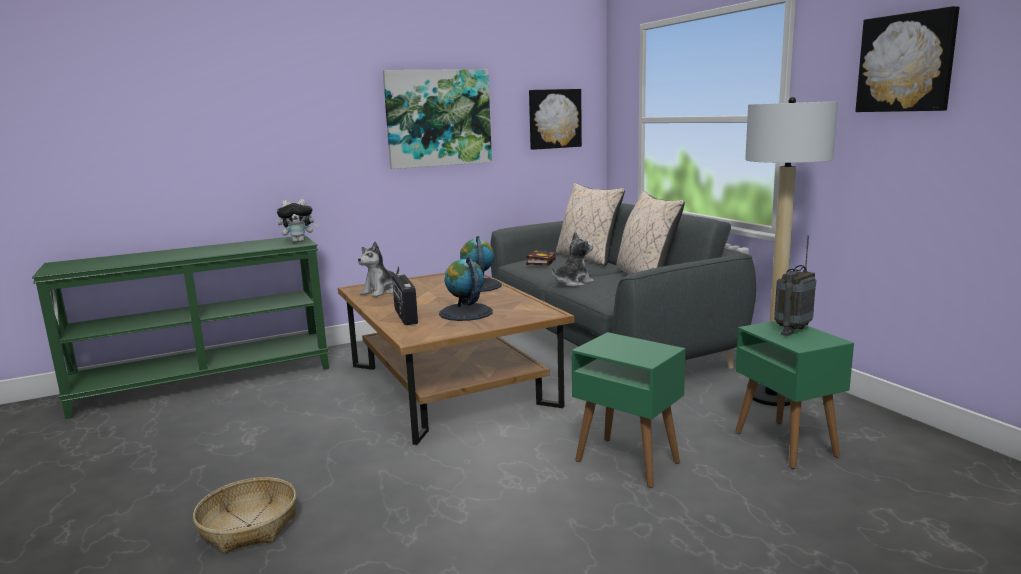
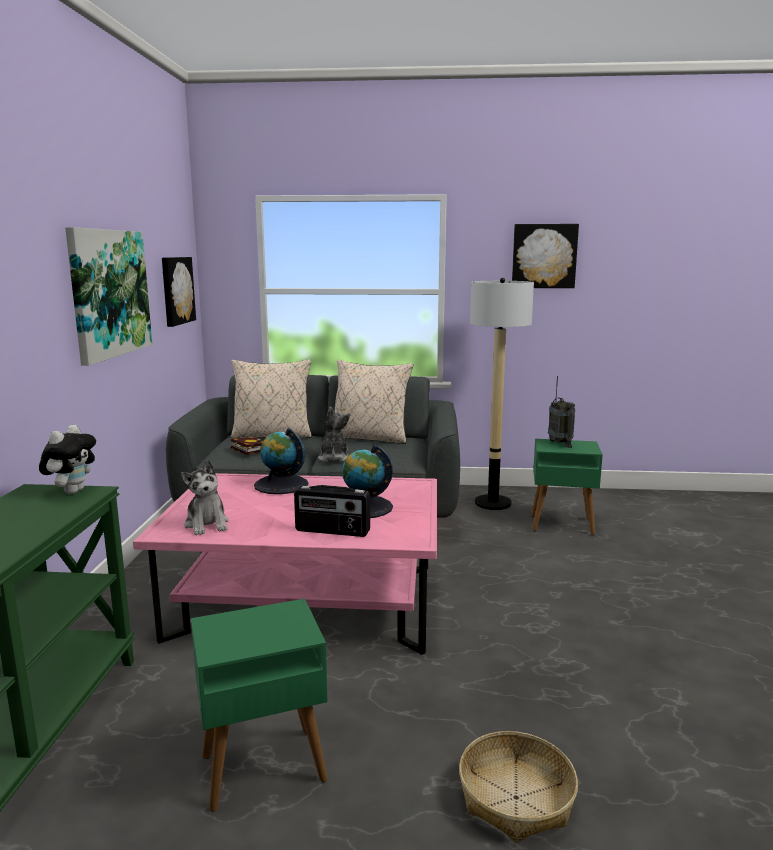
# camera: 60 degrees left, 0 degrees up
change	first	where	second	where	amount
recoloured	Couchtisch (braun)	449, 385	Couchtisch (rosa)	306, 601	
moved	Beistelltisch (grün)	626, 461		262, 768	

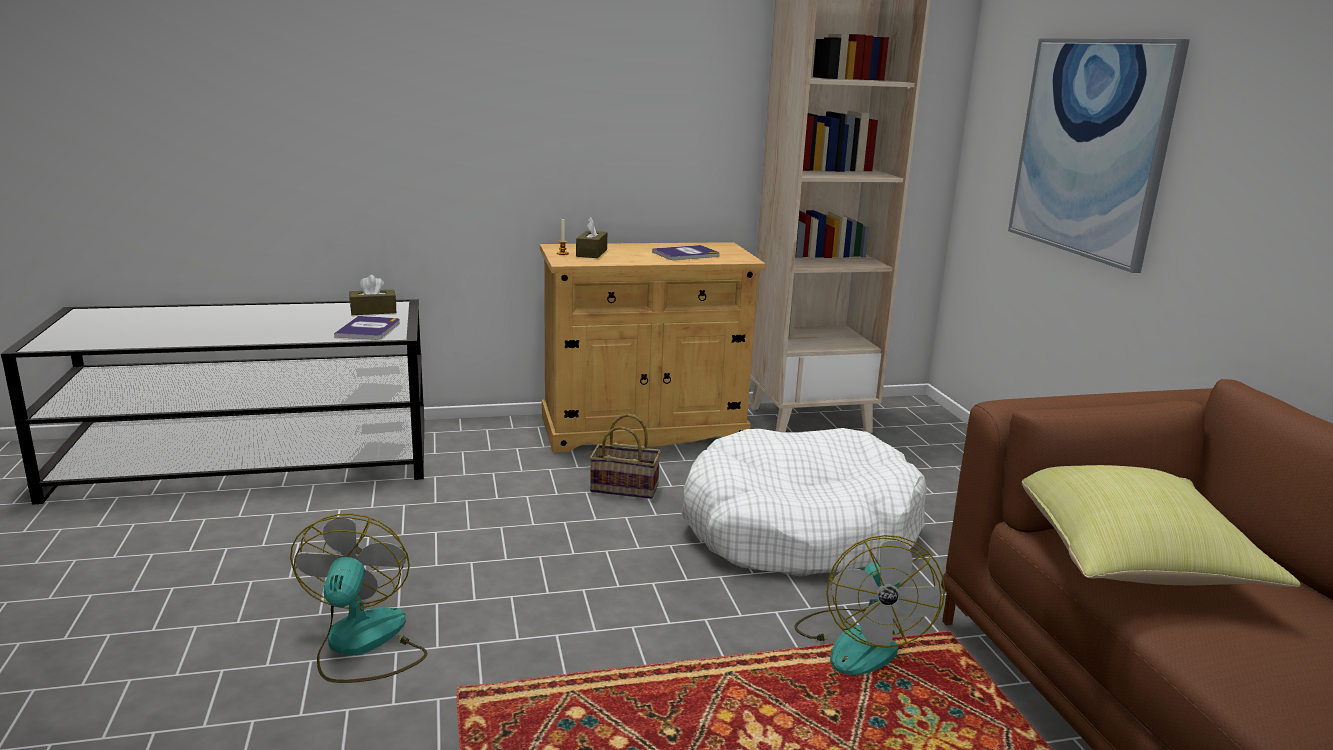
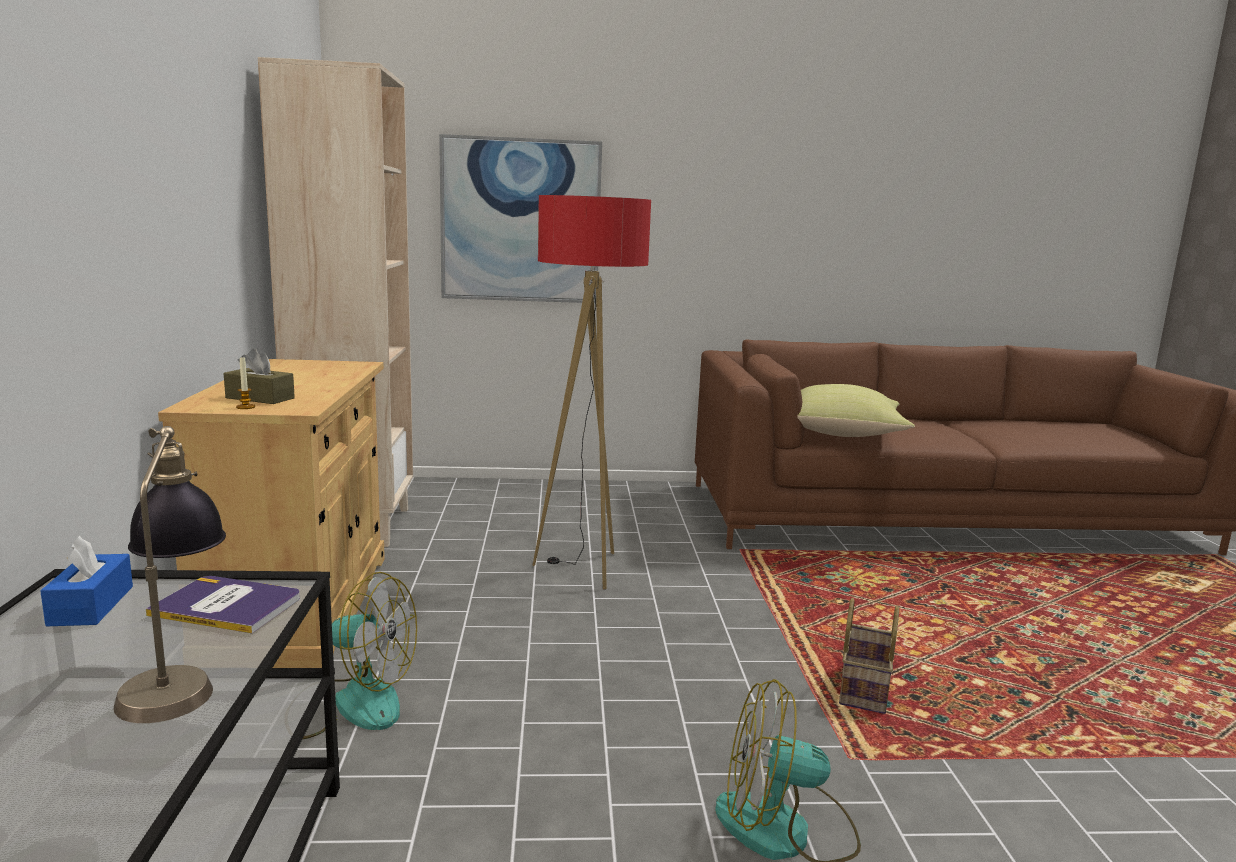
# camera: 80 degrees left, 5 degrees down
change	first	where	second	where	amount
removed	Buch	686, 254			
recoloured	Taschentuchbox (braun)	373, 311	Taschentuchbox (blau)	91, 605	
moved	Korb	626, 488		862, 687	
replaced	Hundebett (weiß)	799, 529	Stehlampe	583, 569	
moved	Ventilator	859, 642		351, 703	
added			Tischlampe	177, 676	

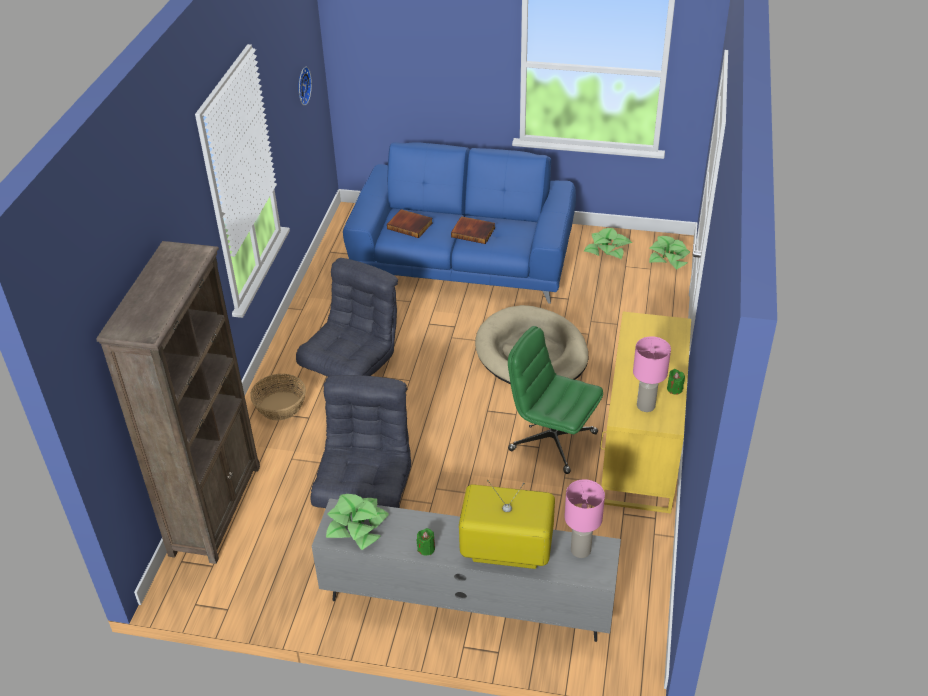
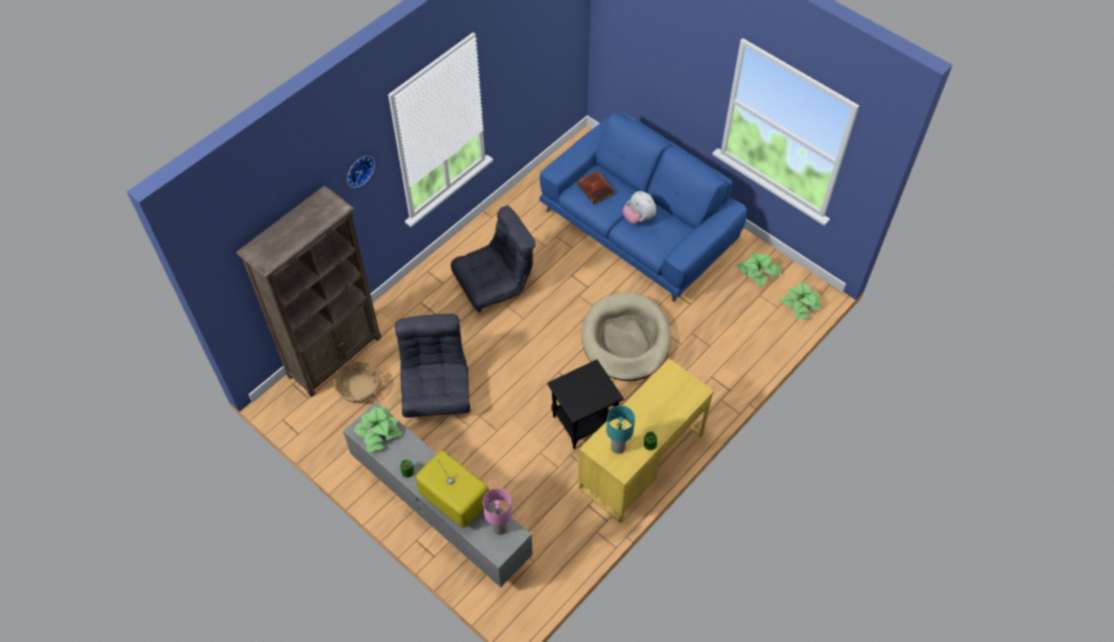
# camera: 30 degrees right, 15 degrees up
change	first	where	second	where	amount
moved	Wanduhr	302, 85		358, 170	
replaced	Buch	473, 232	Plüschtier	638, 218	
replaced	Bürostuhl (grün)	551, 441	Beistelltisch (schwarz)	584, 421	
recoloured	Tischlampe (rosa)	645, 406	Tischlampe (türkis)	617, 447	
moved	Korb	280, 406		359, 388	
turned	Sessel (grau)	366, 487		436, 391	45 degrees counterclockwise

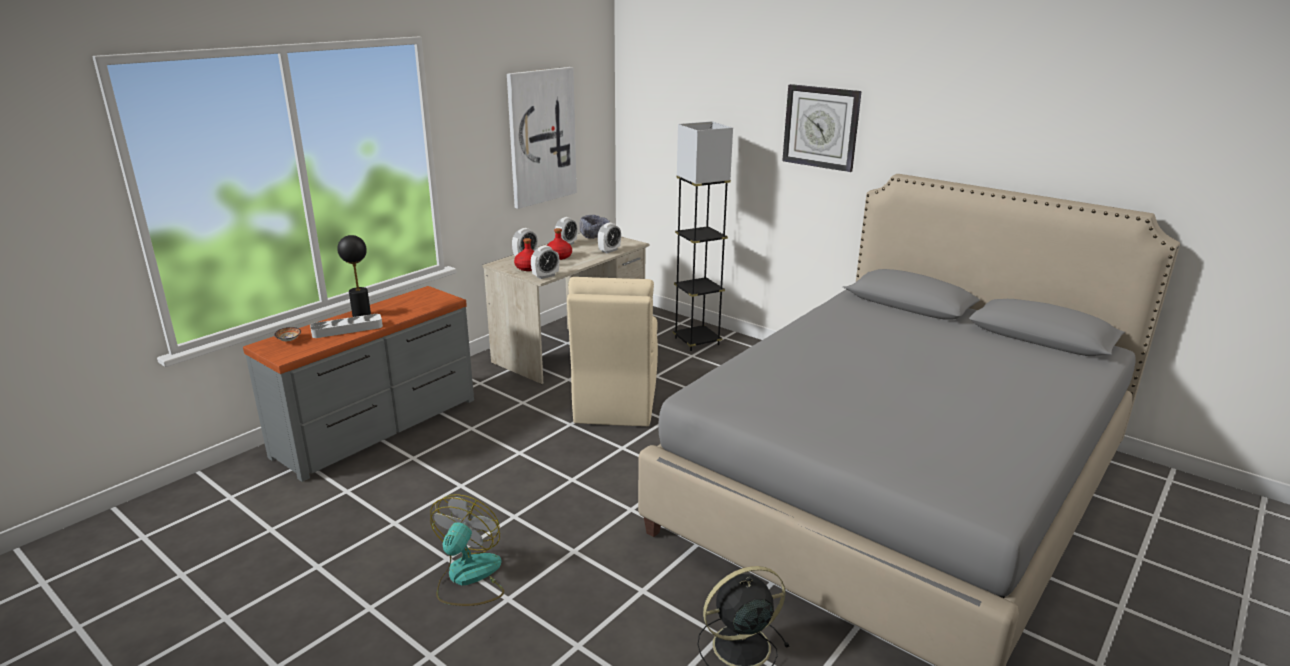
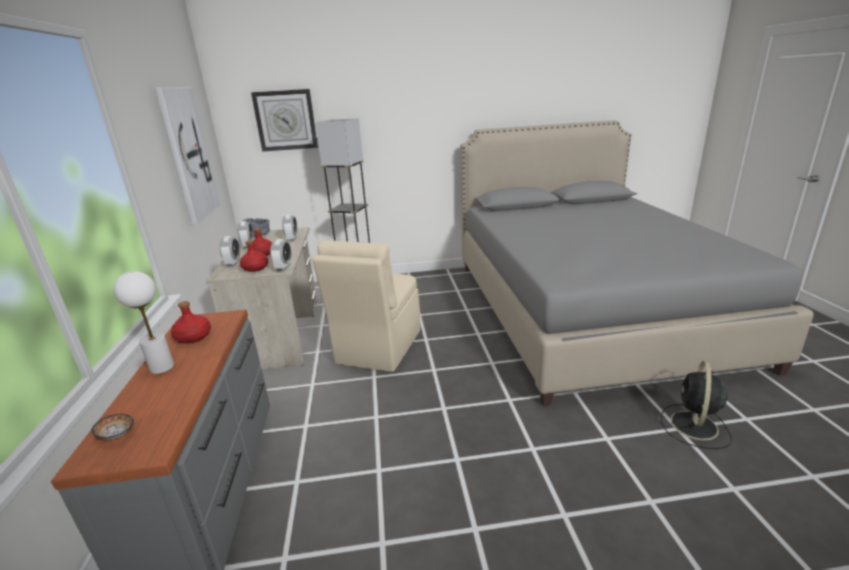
# camera: 45 degrees left, 0 degrees up
change	first	where	second	where	amount
moved	Wanduhr	821, 127		285, 120	
recoloured	Tischlampe (schwarz)	361, 315	Tischlampe (weiß)	161, 367	
turned	Stuhl (beige)	615, 403		378, 348	60 degrees clockwise
removed	Tablett (grau)	347, 329			
removed	Ventilator	468, 578			
added			Flasche (rot)	194, 337	

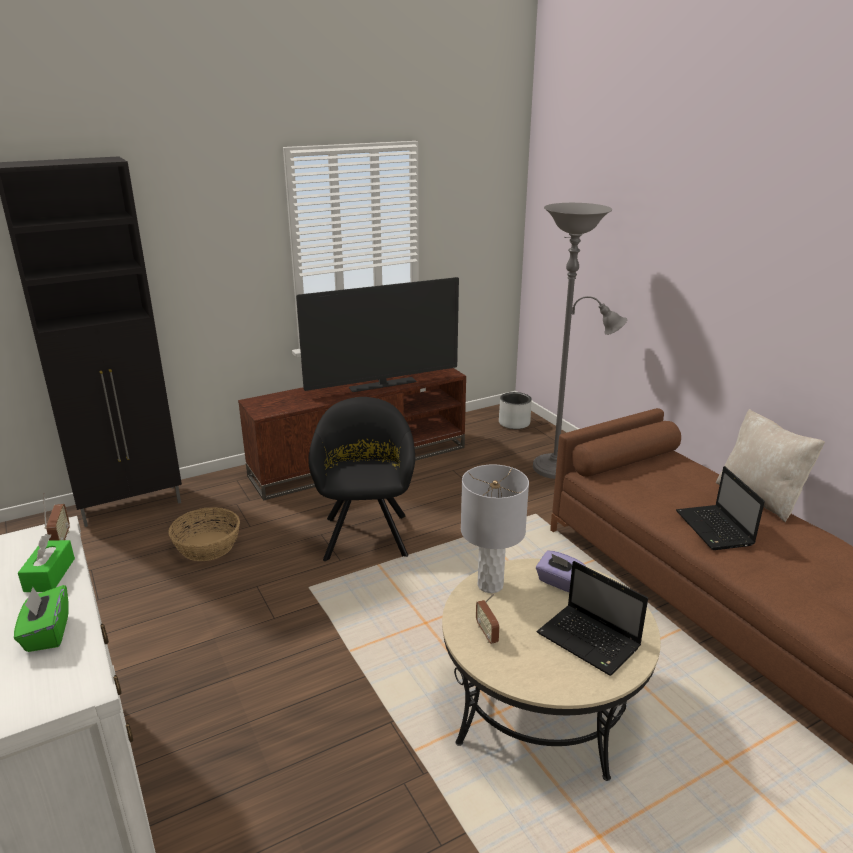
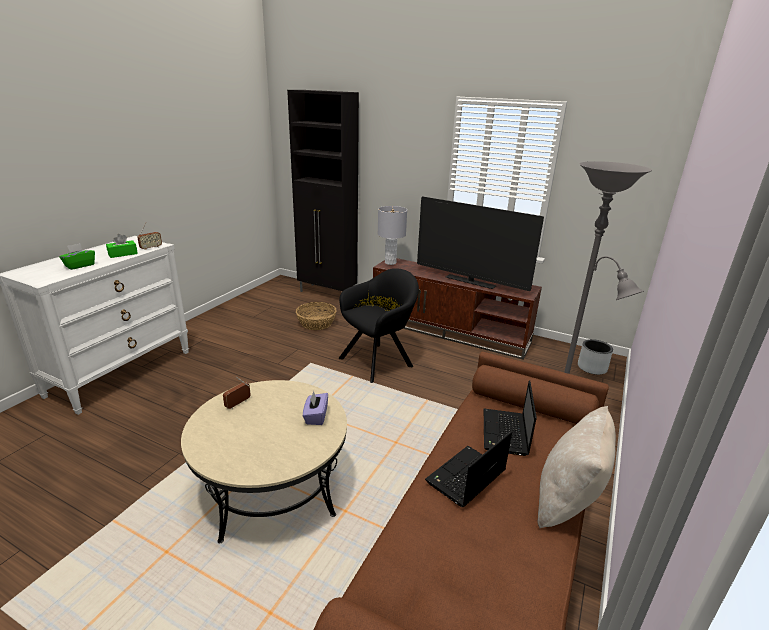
# camera: 55 degrees right, 0 degrees up
change	first	where	second	where	amount
moved	Tischlampe (grau)	490, 585		390, 263	
moved	Laptop	590, 641		505, 433	

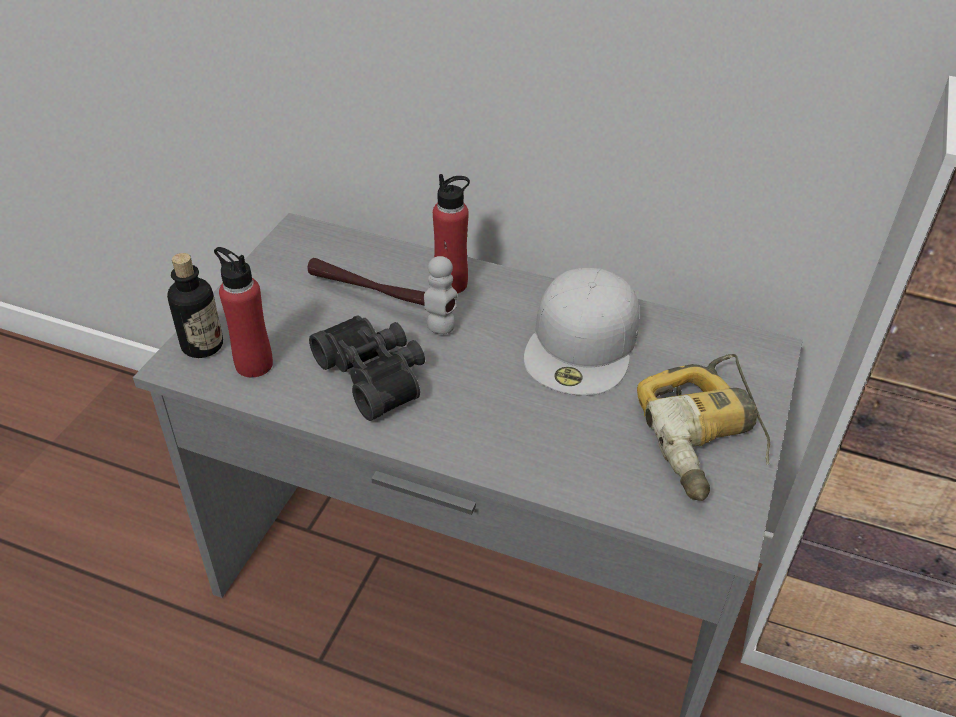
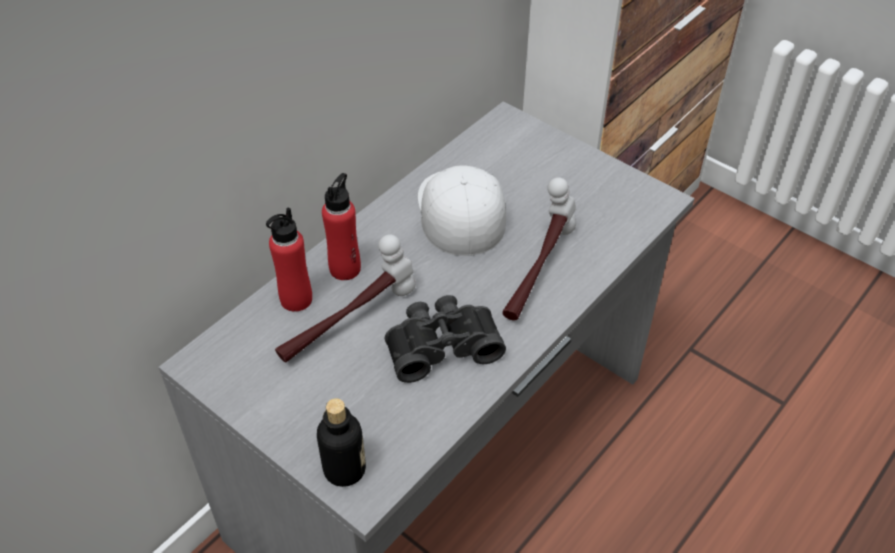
# camera: 70 degrees left, 5 degrees up
change	first	where	second	where	amount
moved	Flasche (rot)	254, 364		296, 299	
turned	Kappe (weiß)	583, 344		460, 210	135 degrees counterclockwise
removed	Bohrmaschine	706, 437			
added			Hammer	538, 269	

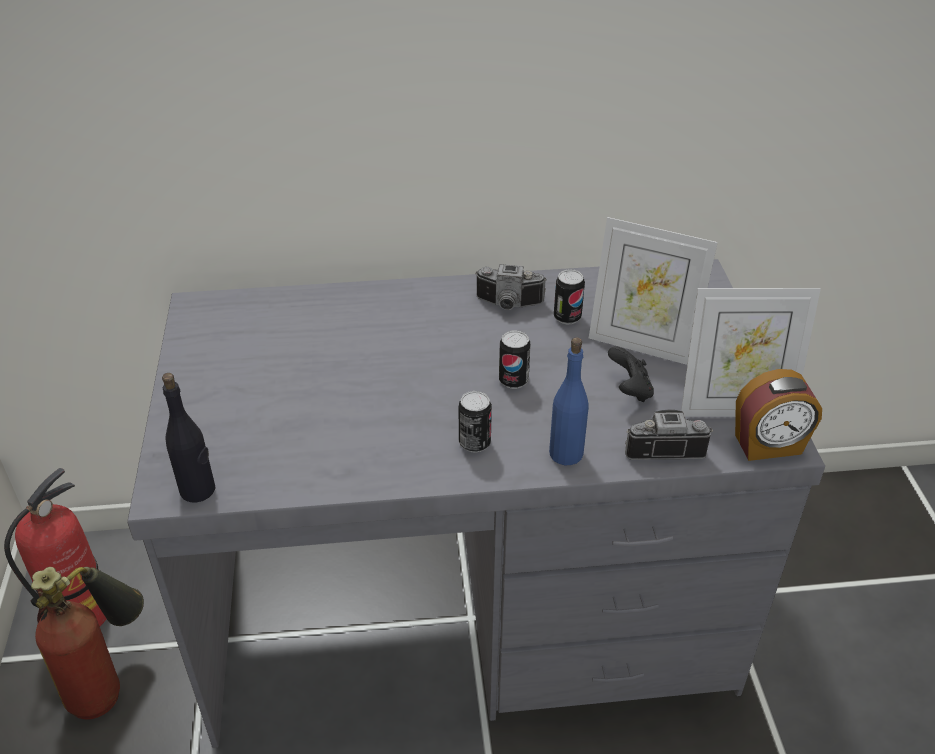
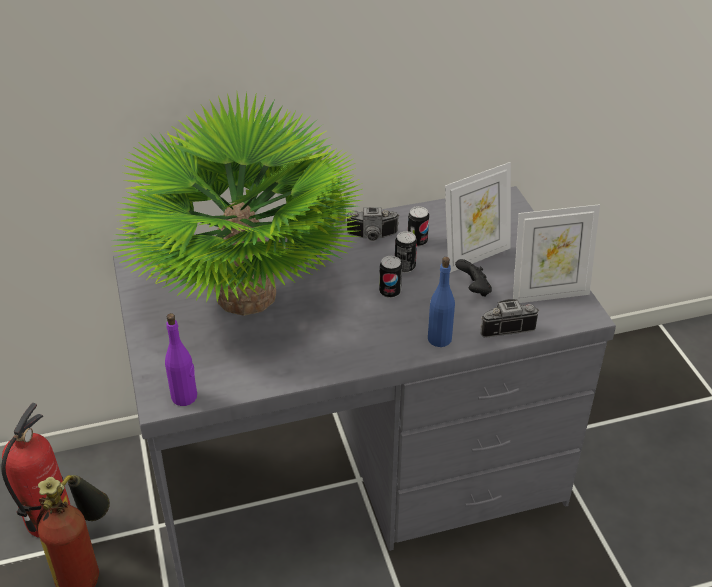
# camera: 10 degrees left, 0 degrees up
change	first	where	second	where	amount
turned	Bilderrahmen	641, 345		475, 256	45 degrees counterclockwise
removed	Wecker	768, 446			
recoloured	Flasche (schwarz)	198, 490	Flasche (lila)	184, 397	
moved	Dose	474, 443		405, 267	
added			Topfpflanze	245, 295	

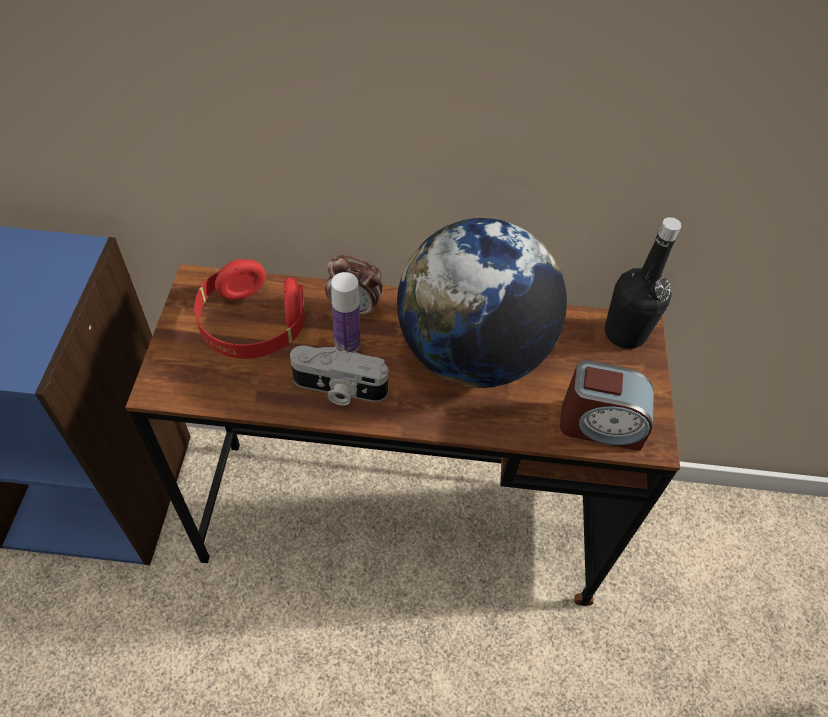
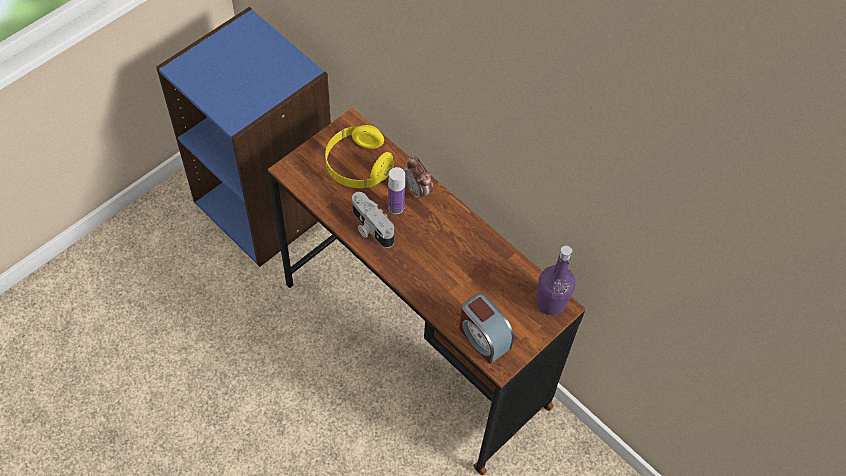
# camera: 40 degrees right, 5 degrees up
change	first	where	second	where	amount
recoloured	Flasche (schwarz)	625, 333	Flasche (lila)	550, 303	
removed	Globus	472, 354			
recoloured	Kopfhörer (rot)	252, 326	Kopfhörer (gelb)	358, 166	

